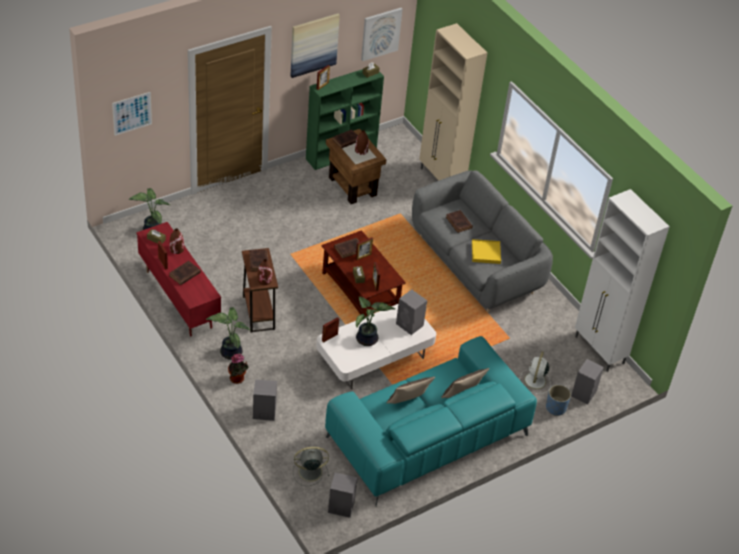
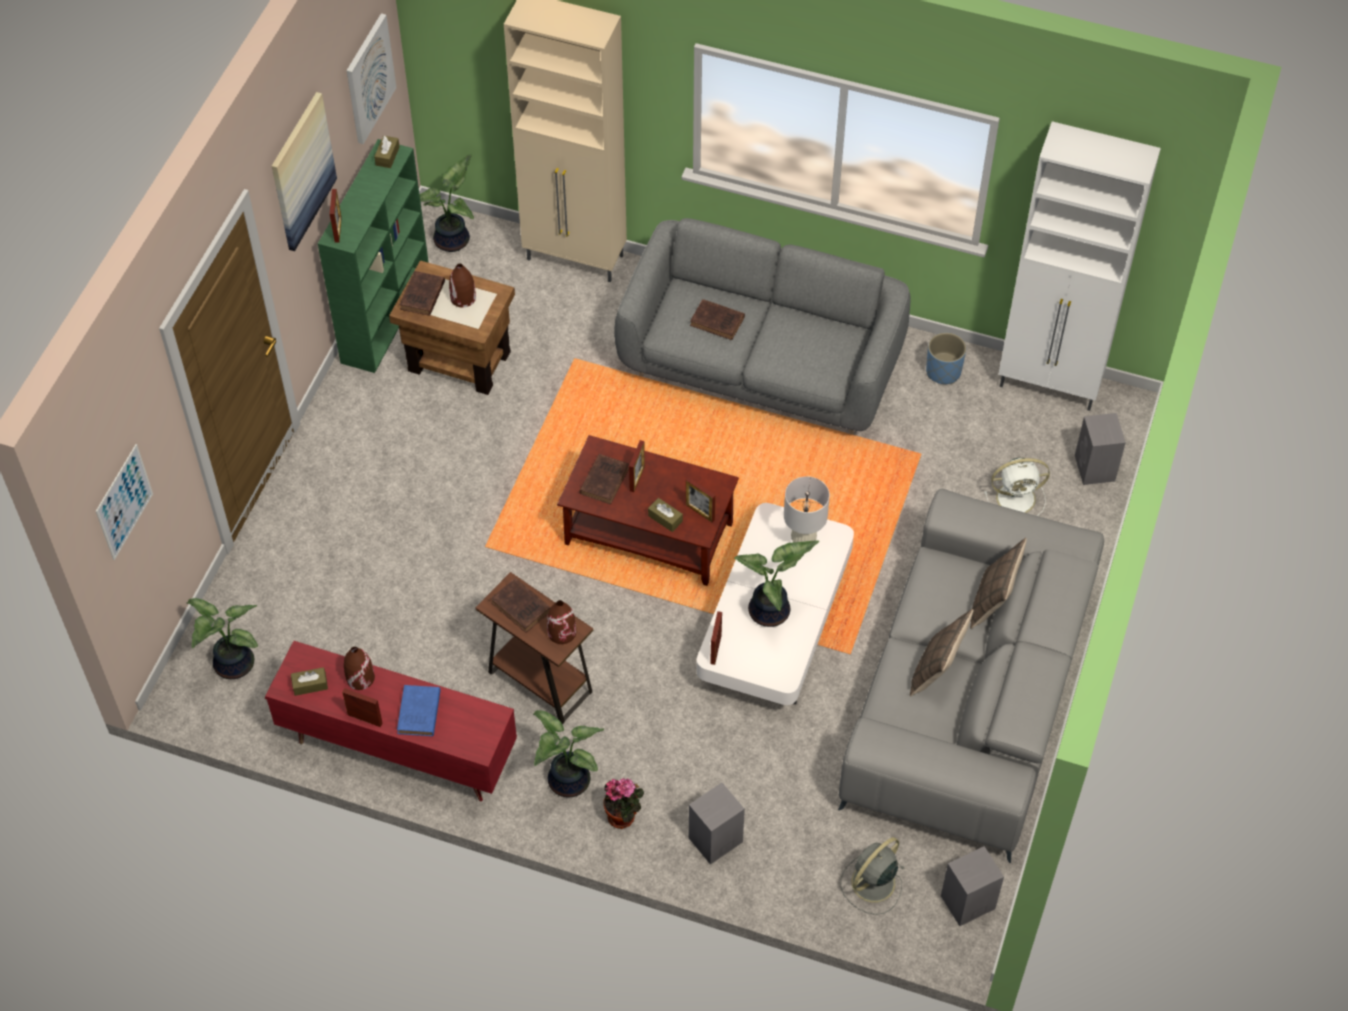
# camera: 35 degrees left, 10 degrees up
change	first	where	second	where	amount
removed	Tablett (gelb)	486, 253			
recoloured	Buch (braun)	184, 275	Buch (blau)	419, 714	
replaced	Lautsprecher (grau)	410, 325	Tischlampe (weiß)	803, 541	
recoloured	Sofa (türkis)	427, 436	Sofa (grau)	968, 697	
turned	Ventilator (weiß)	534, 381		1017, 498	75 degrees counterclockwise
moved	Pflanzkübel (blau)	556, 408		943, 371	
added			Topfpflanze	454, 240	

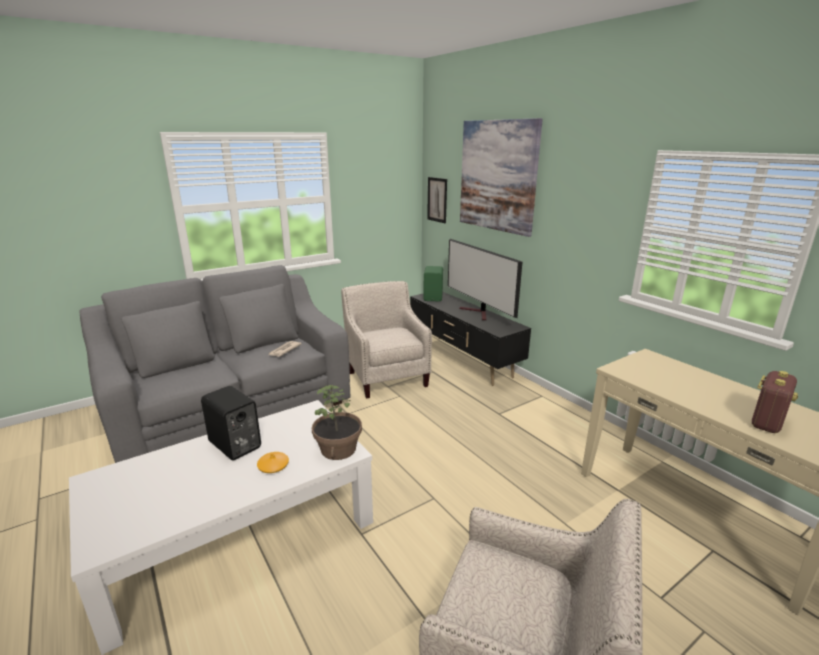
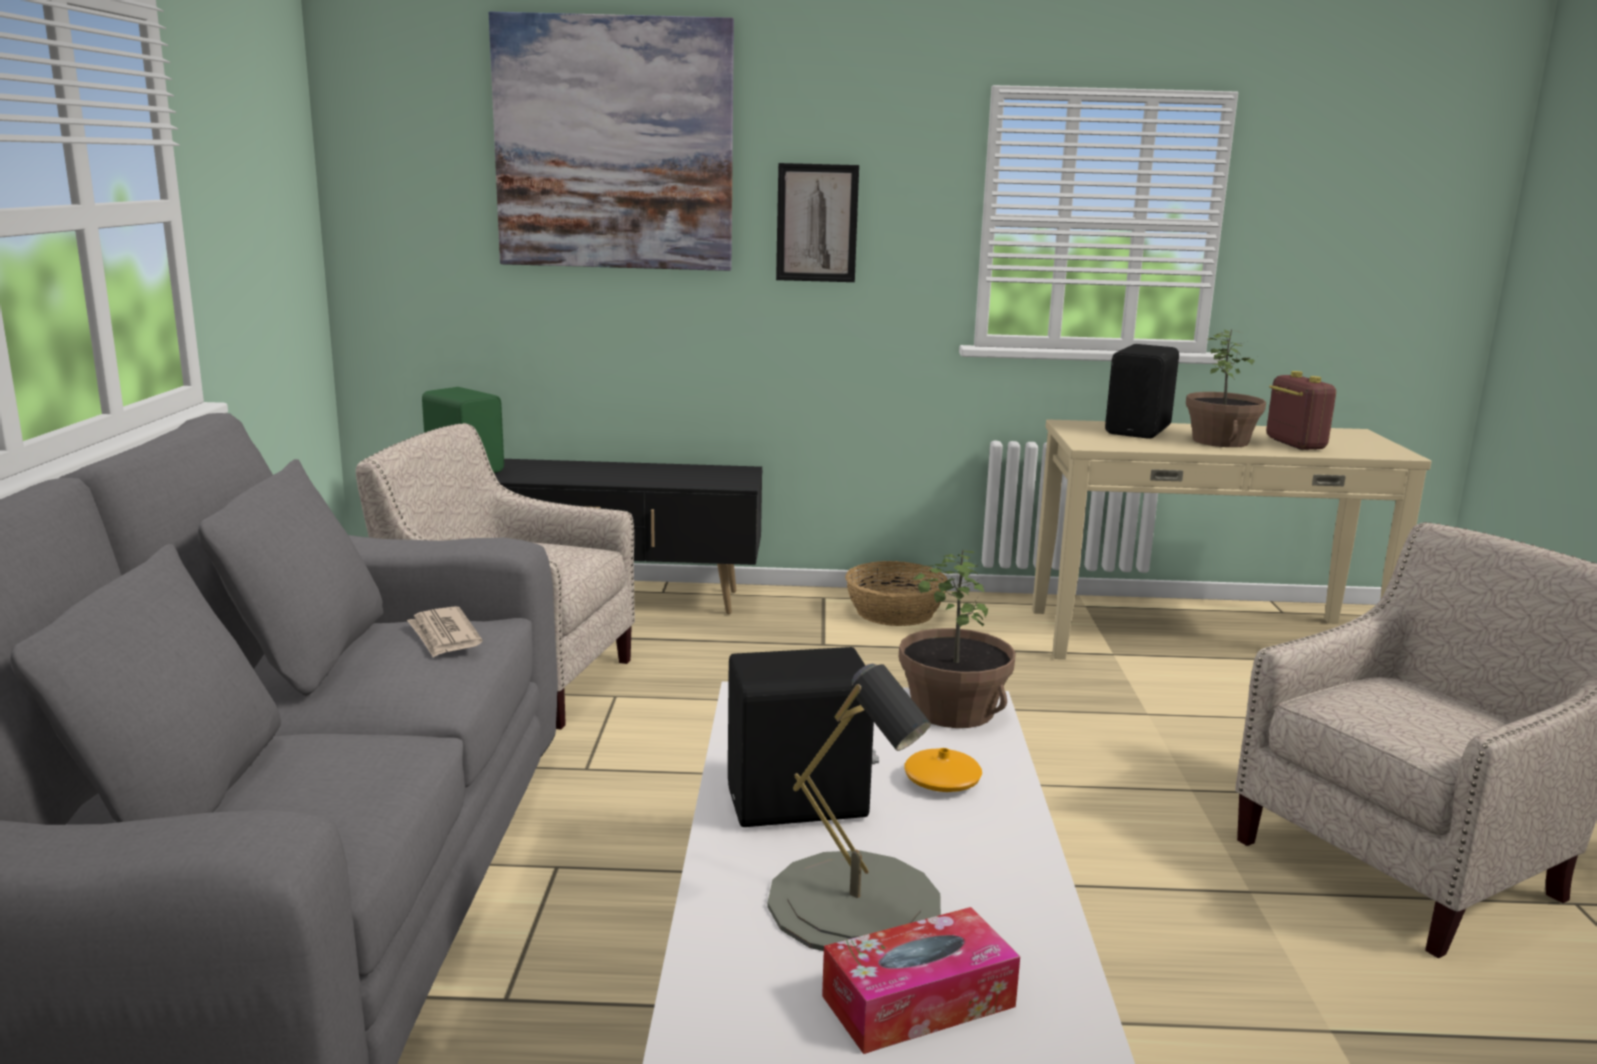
# camera: 55 degrees left, 5 degrees down
change	first	where	second	where	amount
moved	Bild	437, 199		817, 223	
removed	Fernseher	479, 313			
added			Topfpflanze	1221, 441	
added			Lautsprecher (schwarz)	1140, 431	
added			Korb	894, 612	
added			Tischlampe (grau)	855, 902	
added			Taschentuchbox	918, 1001	

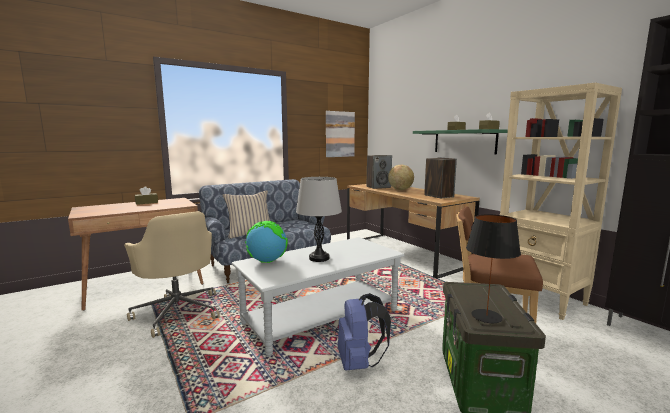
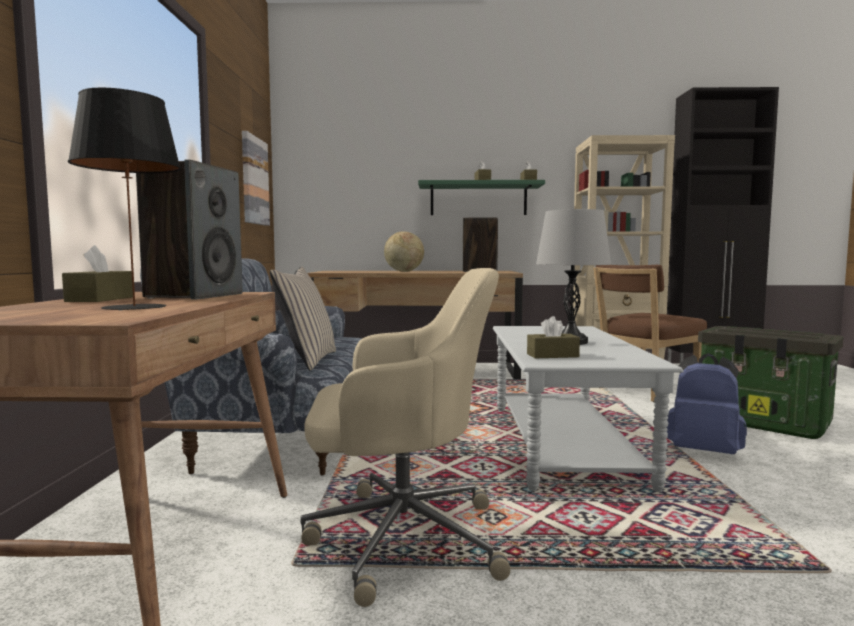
# camera: 55 degrees left, 5 degrees down
change	first	where	second	where	amount
moved	Lautsprecher	378, 187		195, 296	
moved	Tischlampe (schwarz)	486, 316		134, 307	
replaced	Globus	267, 261	Taschentuchbox (braun)	552, 355	

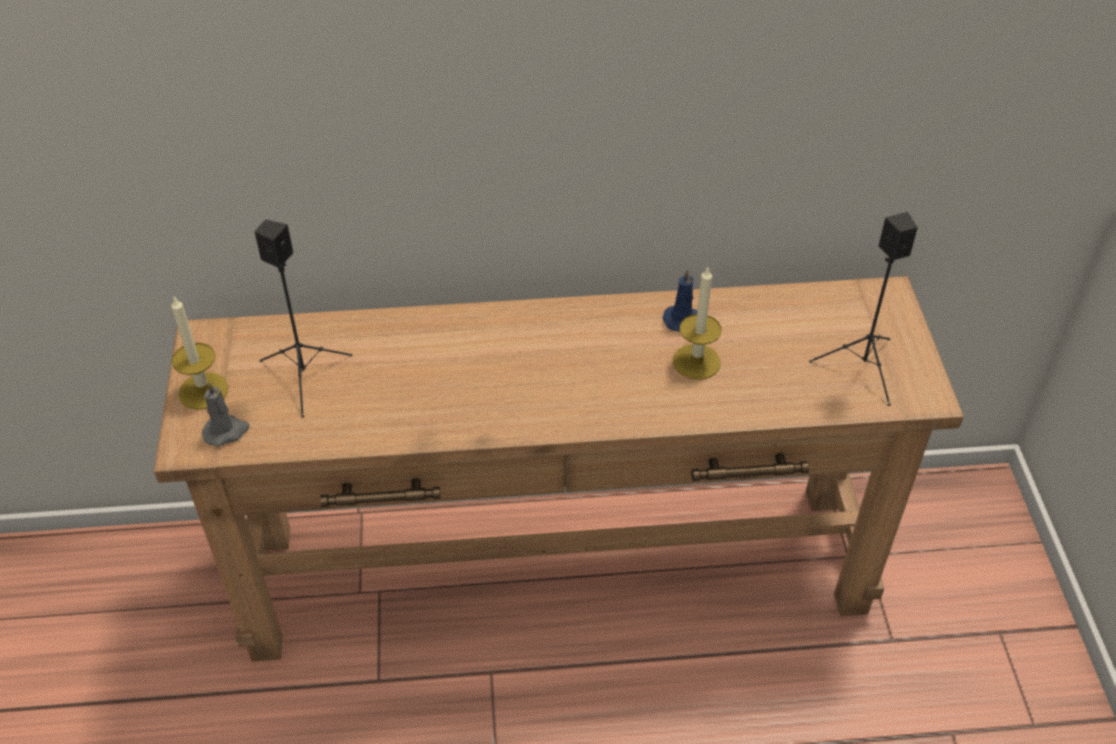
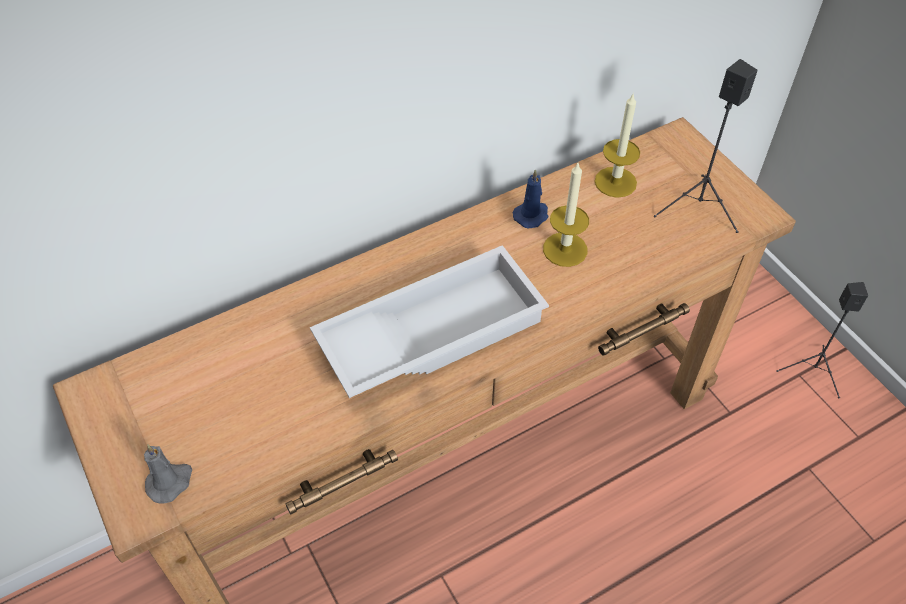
# camera: 25 degrees left, 5 degrees up
change	first	where	second	where	amount
moved	Lautsprecher (schwarz)	305, 376		812, 370	
moved	Kerze	203, 391		615, 182	
added			Tablett (weiß)	431, 330	

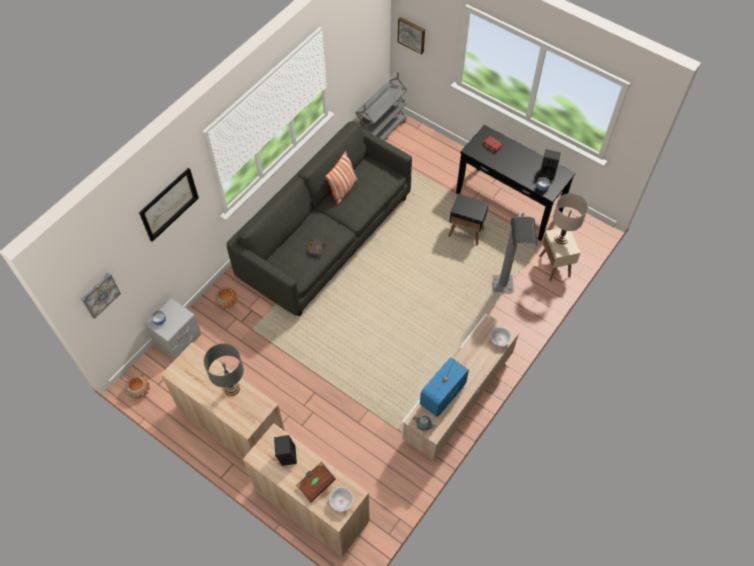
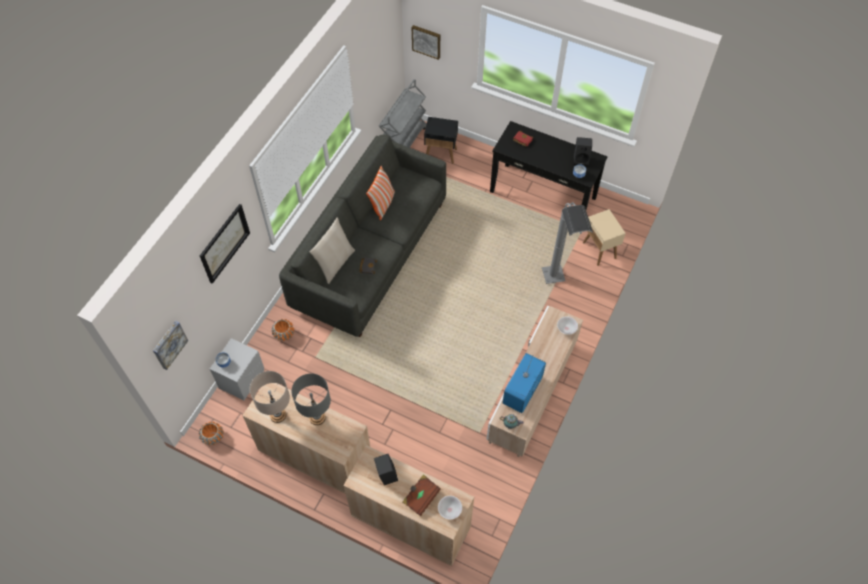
# camera: 10 degrees left, 0 degrees up
change	first	where	second	where	amount
moved	Tischlampe (beige)	561, 238		278, 415	
moved	Beistelltisch (schwarz)	466, 233		441, 154	
added			Kissen (beige)	335, 263	

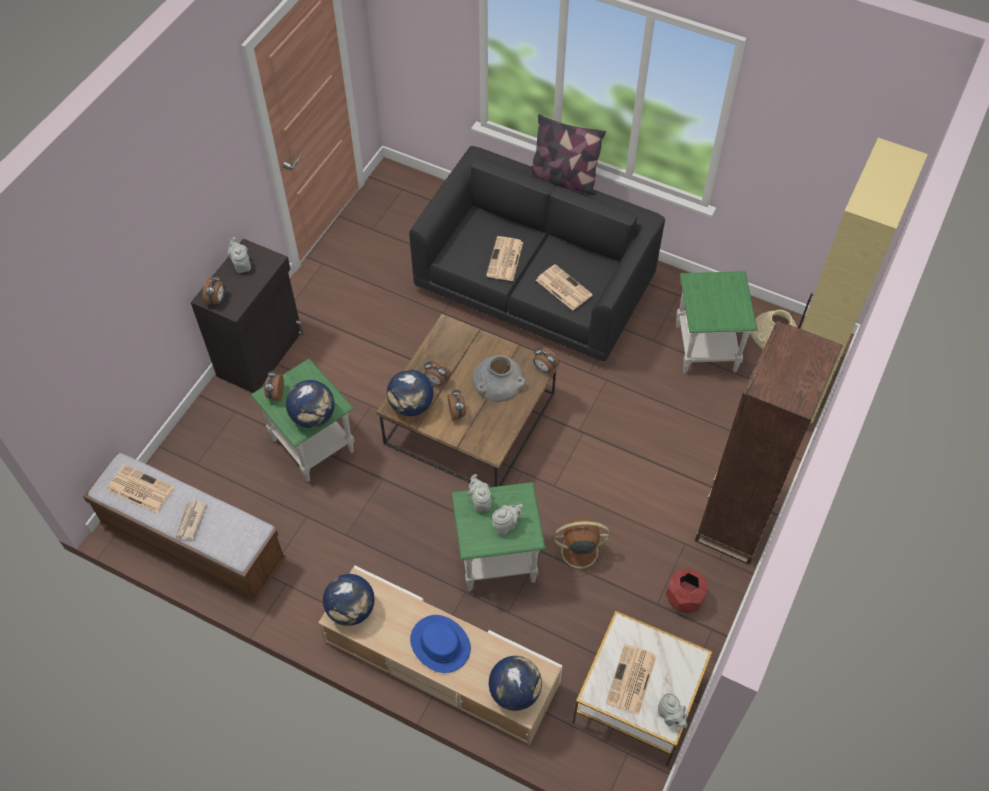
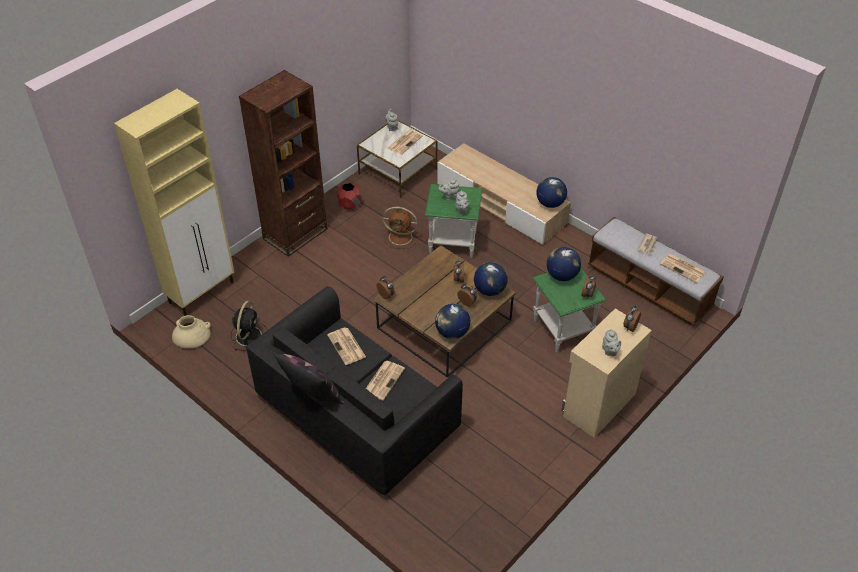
# camera: 165 degrees left, 10 degrees down
change	first	where	second	where	amount
recoloured	Schrank (schwarz)	261, 354	Schrank (beige)	598, 405	
replaced	Beistelltisch (grün)	706, 349	Ventilator (schwarz)	249, 335	
removed	Vase (grau)	498, 380			
removed	Hut (blau)	440, 644			
moved	Globus	515, 691		452, 333	

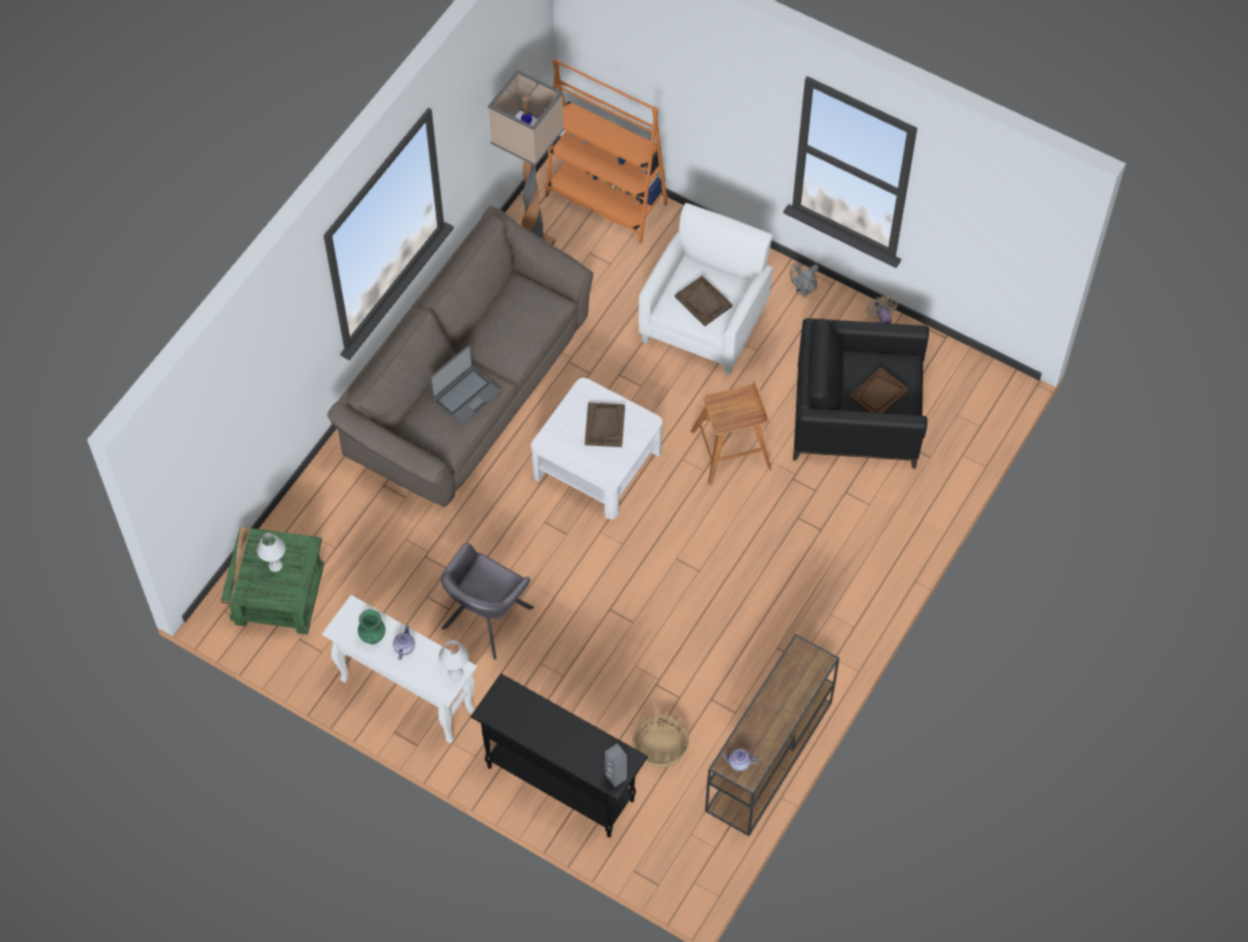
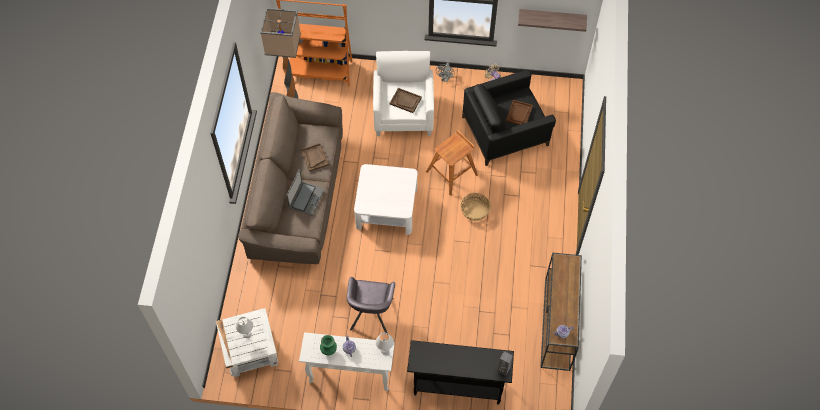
# camera: 25 degrees left, 0 degrees up
change	first	where	second	where	amount
moved	Tablett (braun)	604, 425		314, 157	
recoloured	Beistelltisch (grün)	278, 596	Beistelltisch (weiß)	250, 351	
moved	Korb	660, 748		474, 211	
added			Wandregal	552, 17	

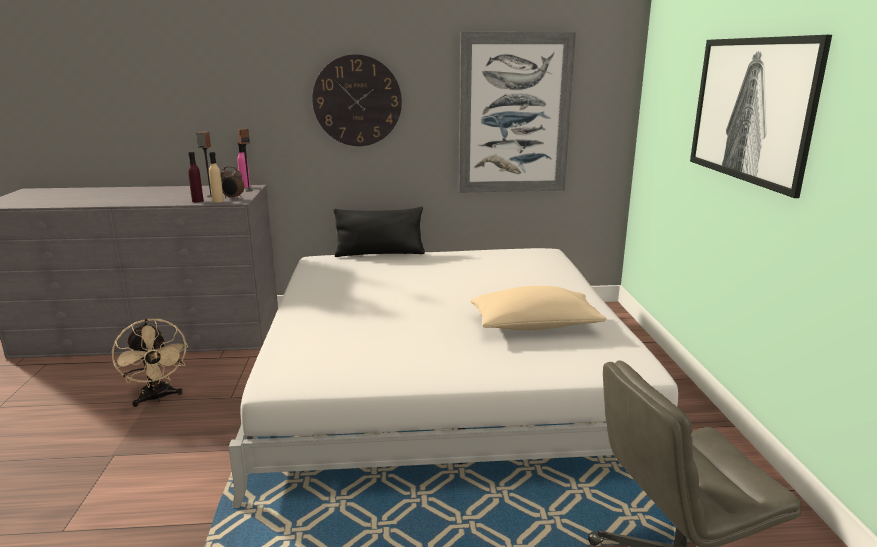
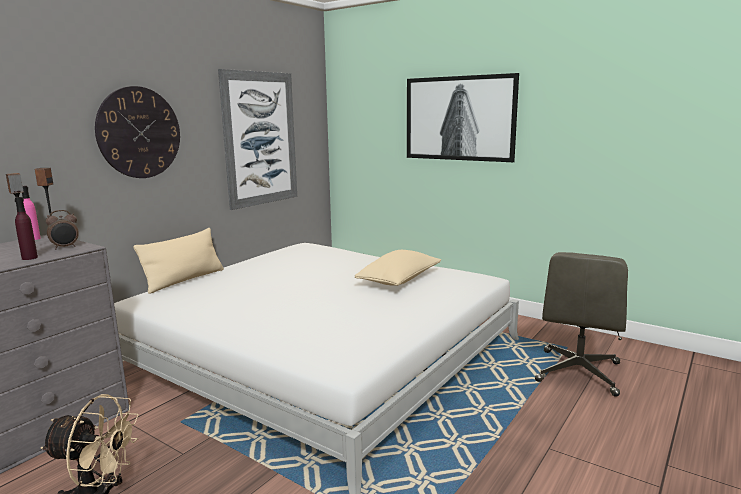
# camera: 50 degrees left, 5 degrees down
change	first	where	second	where	amount
removed	Flasche (beige)	218, 201			
recoloured	Kissen (schwarz)	380, 253	Kissen (beige)	184, 280	

